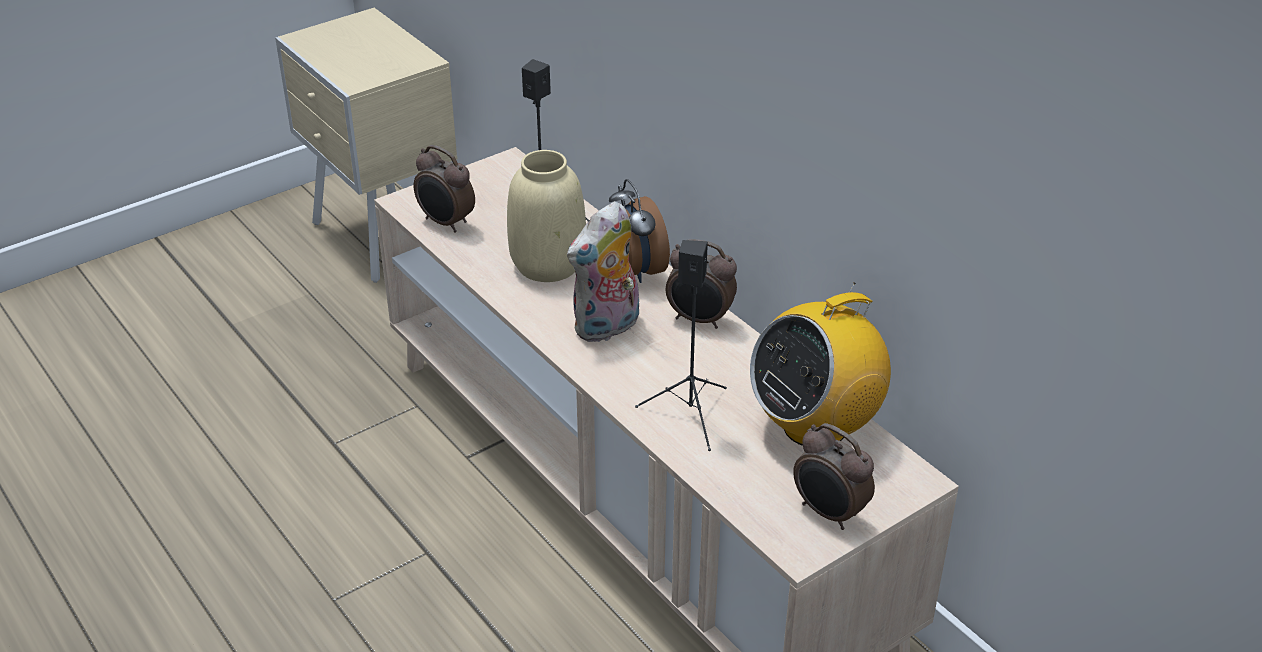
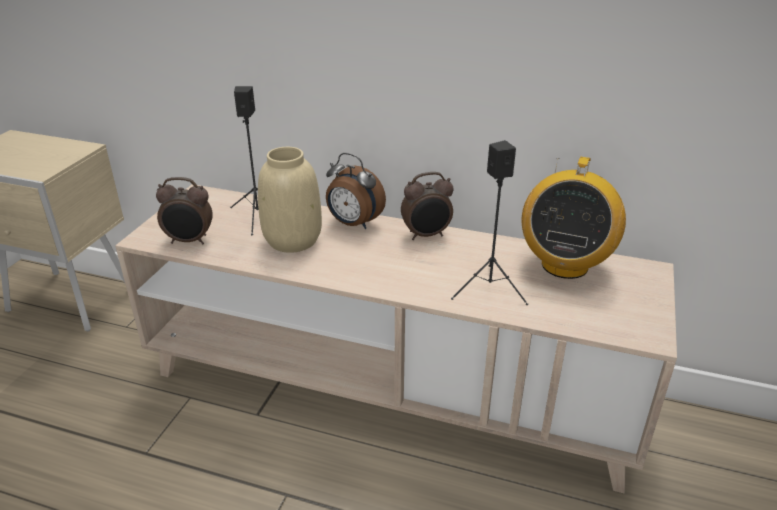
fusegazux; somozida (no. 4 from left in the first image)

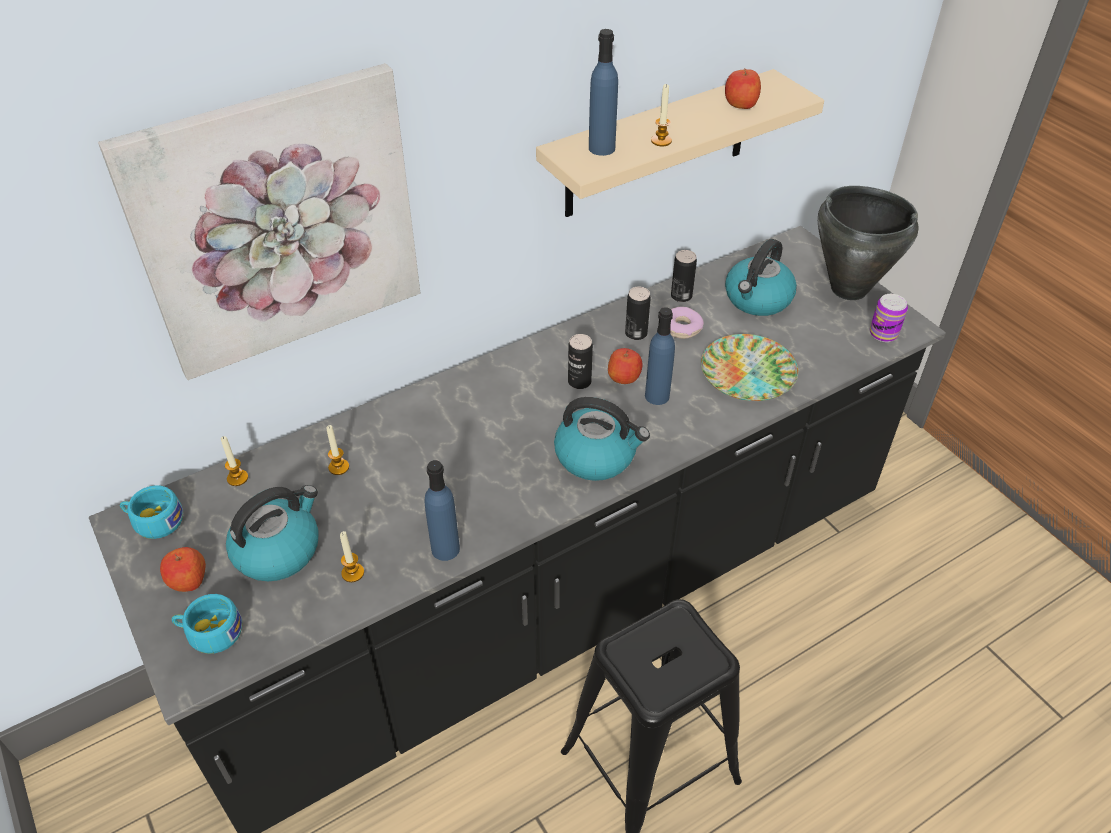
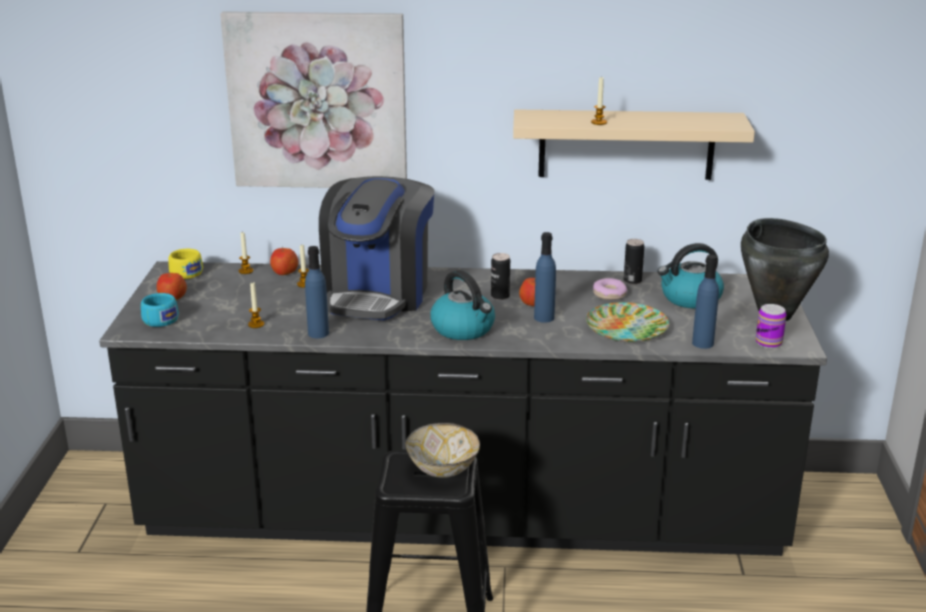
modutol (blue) (no. 3 from left); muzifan (no. 2 from left); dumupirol (no. 2 from left in the first image); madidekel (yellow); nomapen (no. 1 from left in the first image); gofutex; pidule

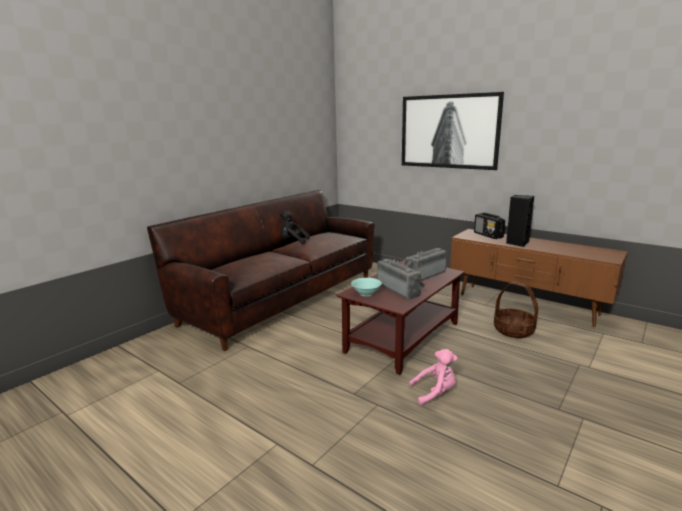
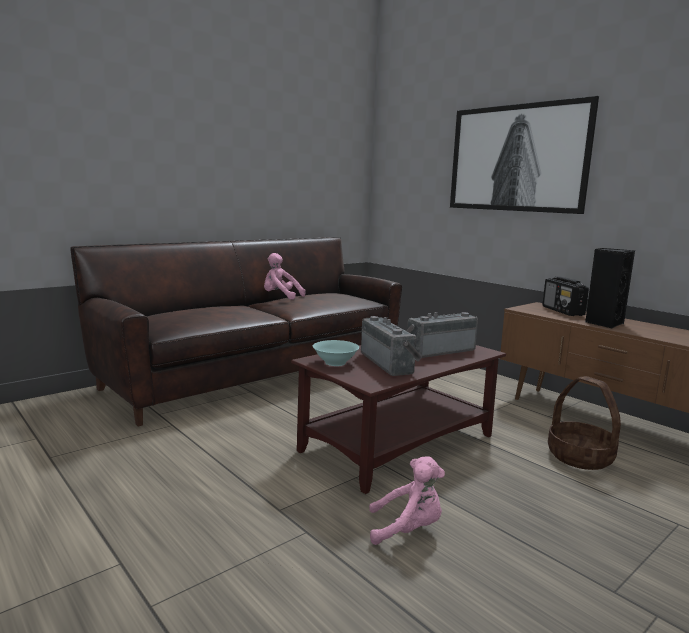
fusegazux (pink) (no. 1 from left)

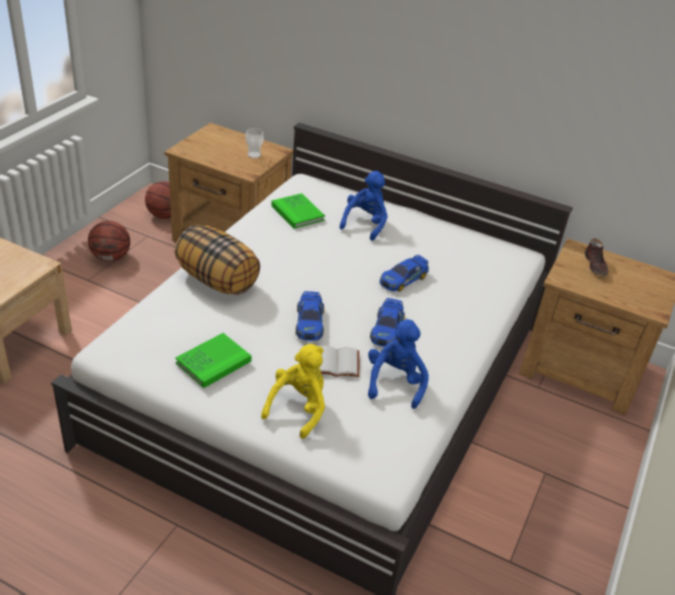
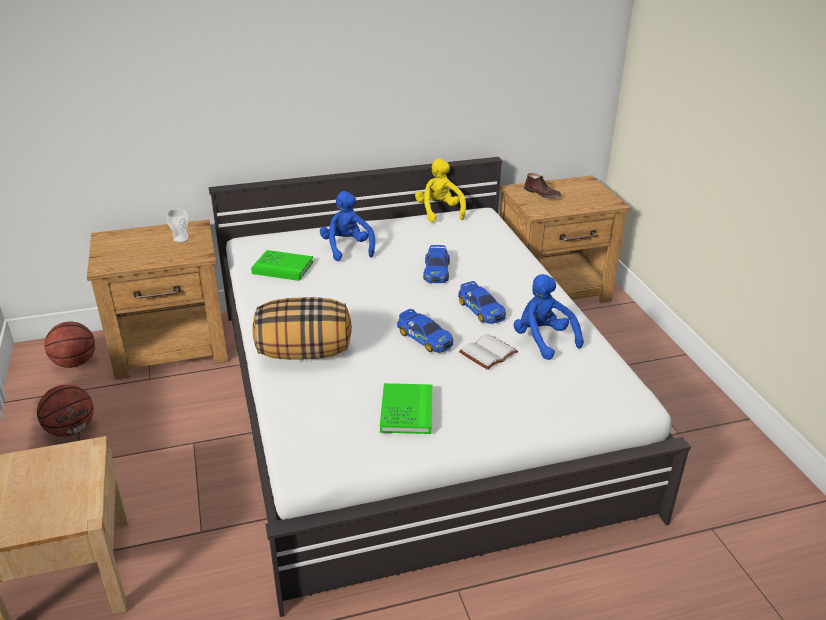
fusegazux (yellow)

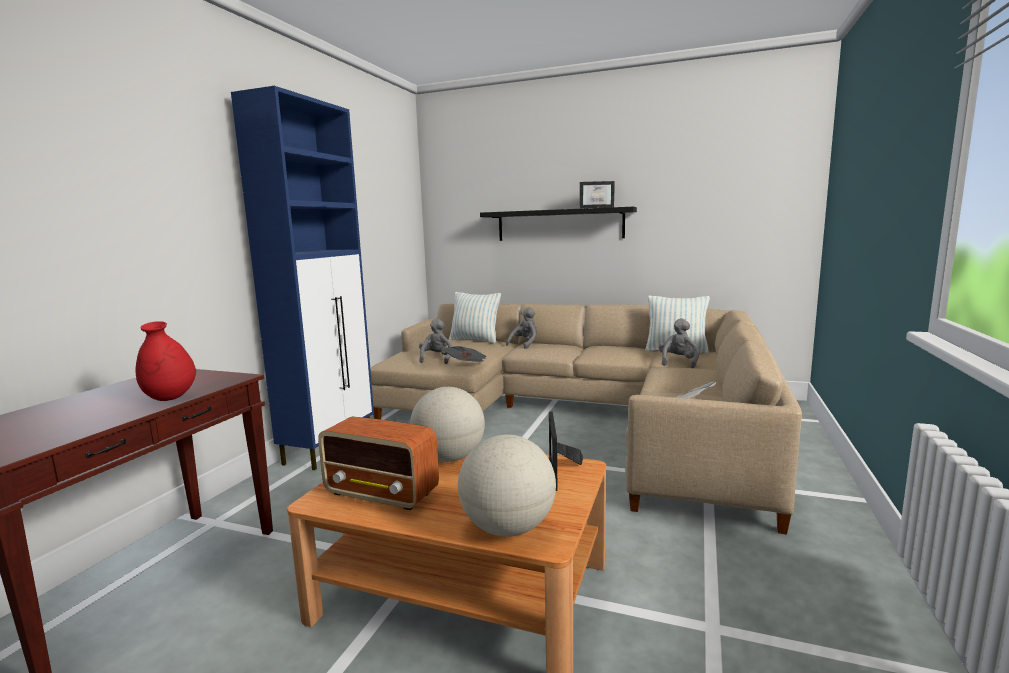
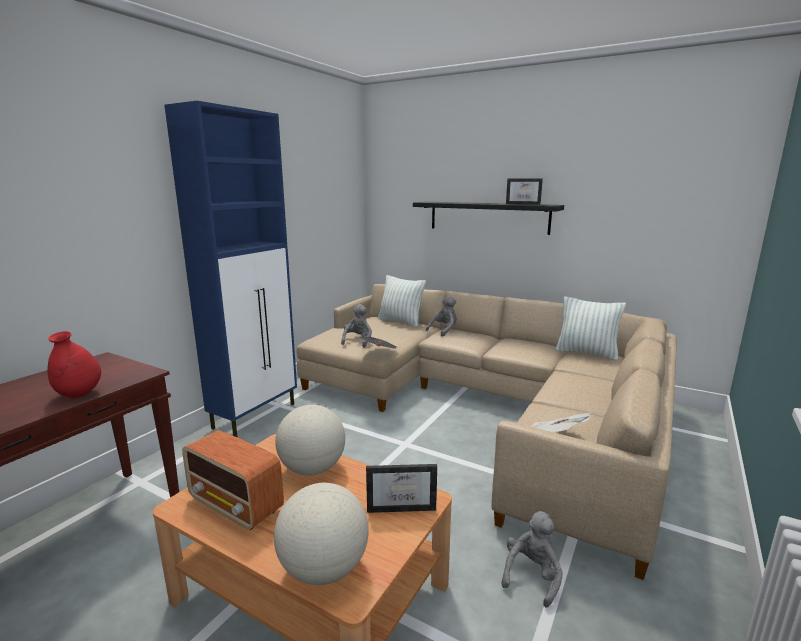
fusegazux (grey) (no. 3 from left); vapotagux (no. 1 from left)

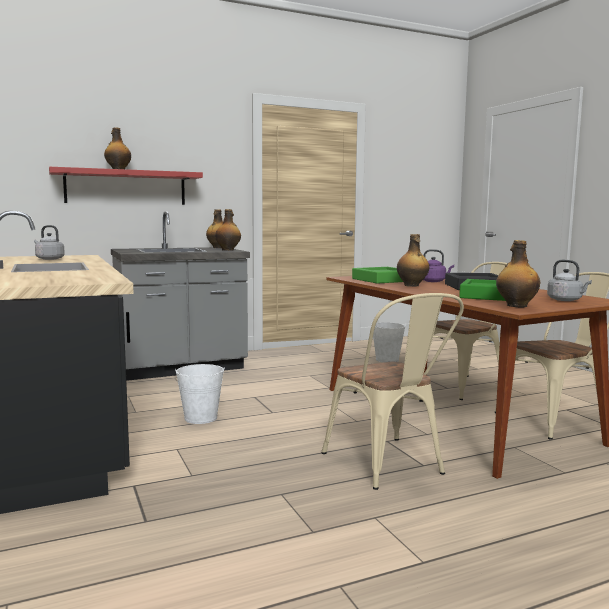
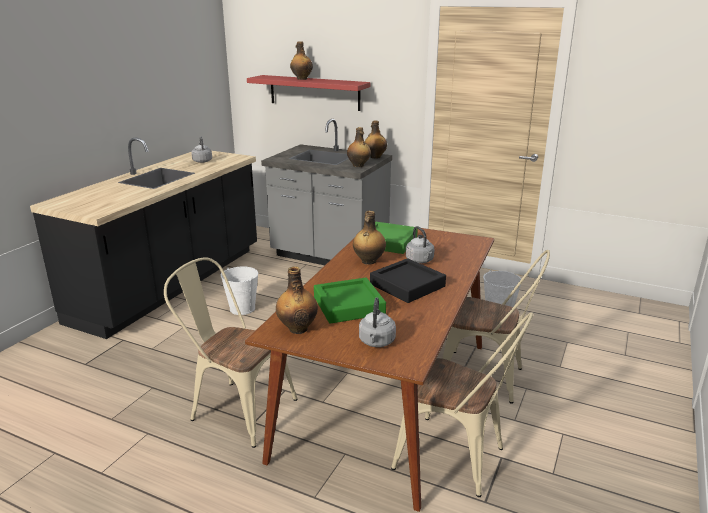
nomapen (grey) (no. 3 from left); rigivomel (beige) (no. 1 from left)

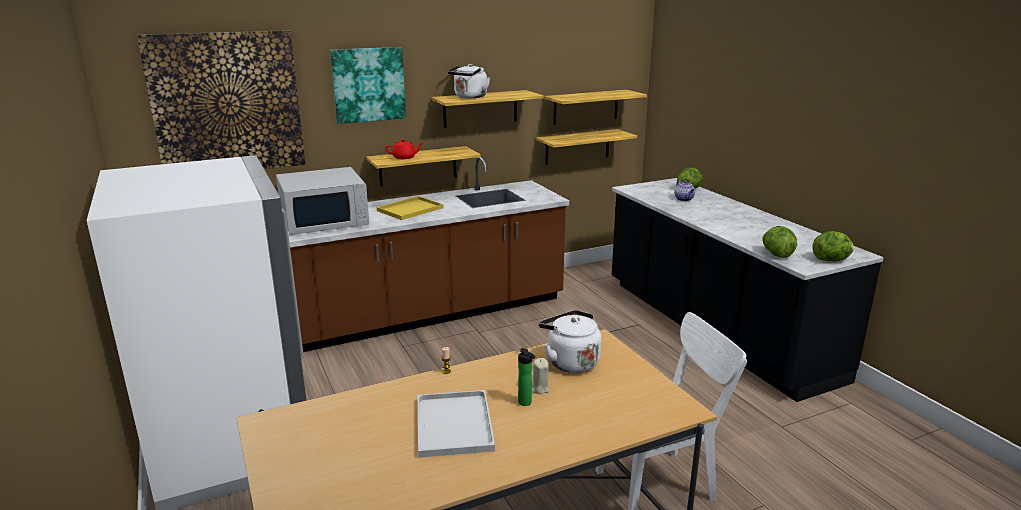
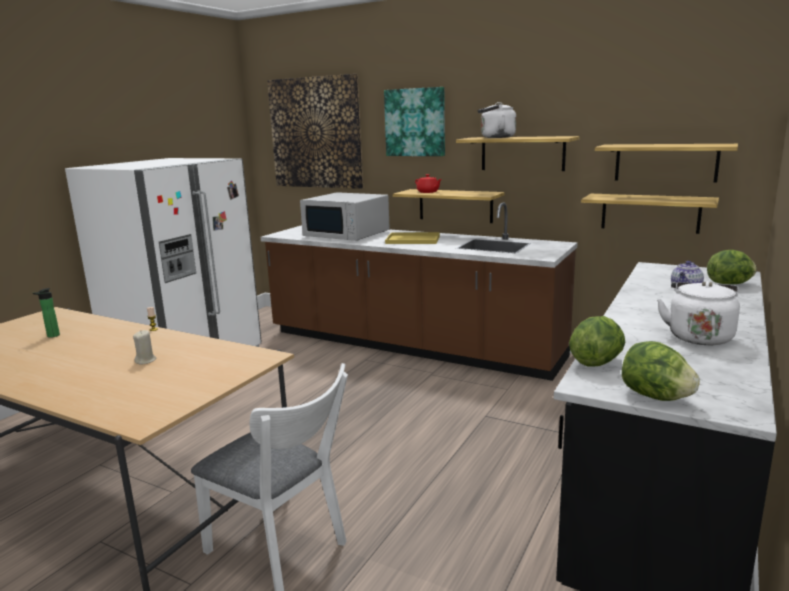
nomapen (white) (no. 2 from left); modutol; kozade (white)

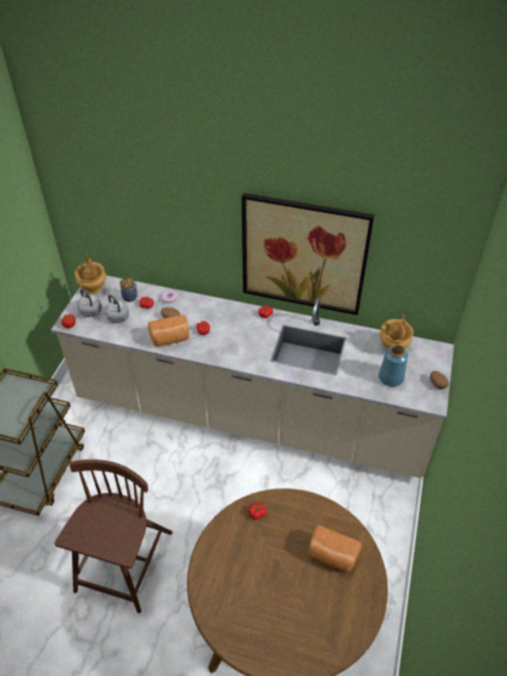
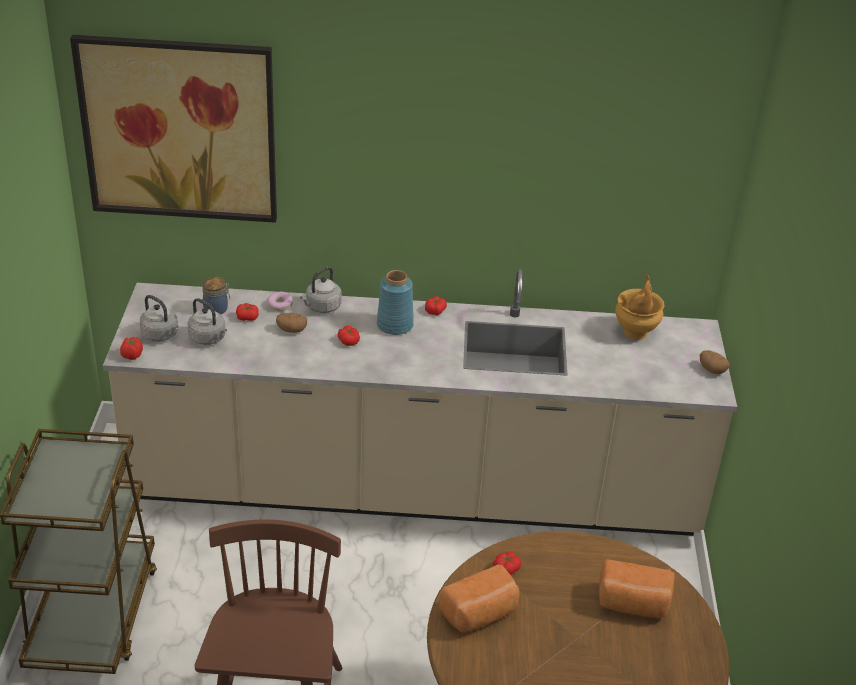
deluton; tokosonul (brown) (no. 1 from left in the first image); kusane (no. 1 from left); tokosonul (blue); nomapen (grey) (no. 3 from left)

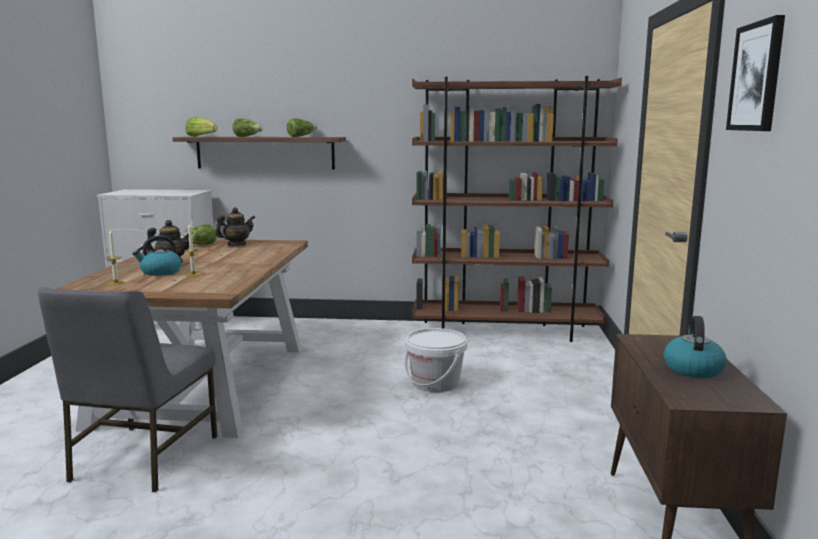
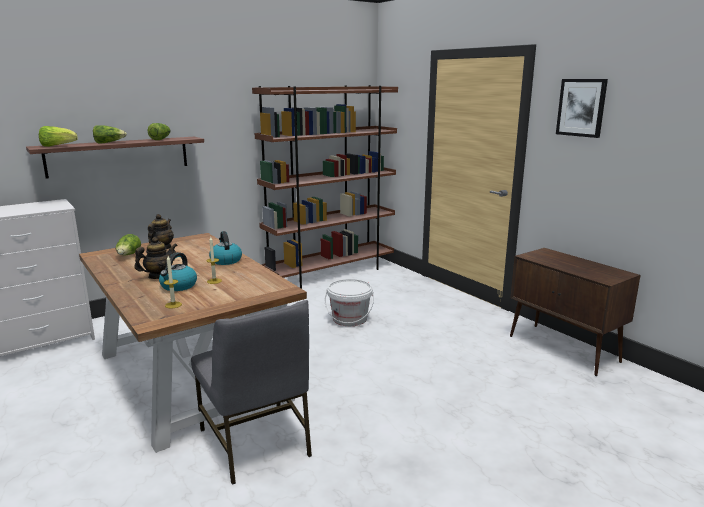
nomapen (no. 2 from left)

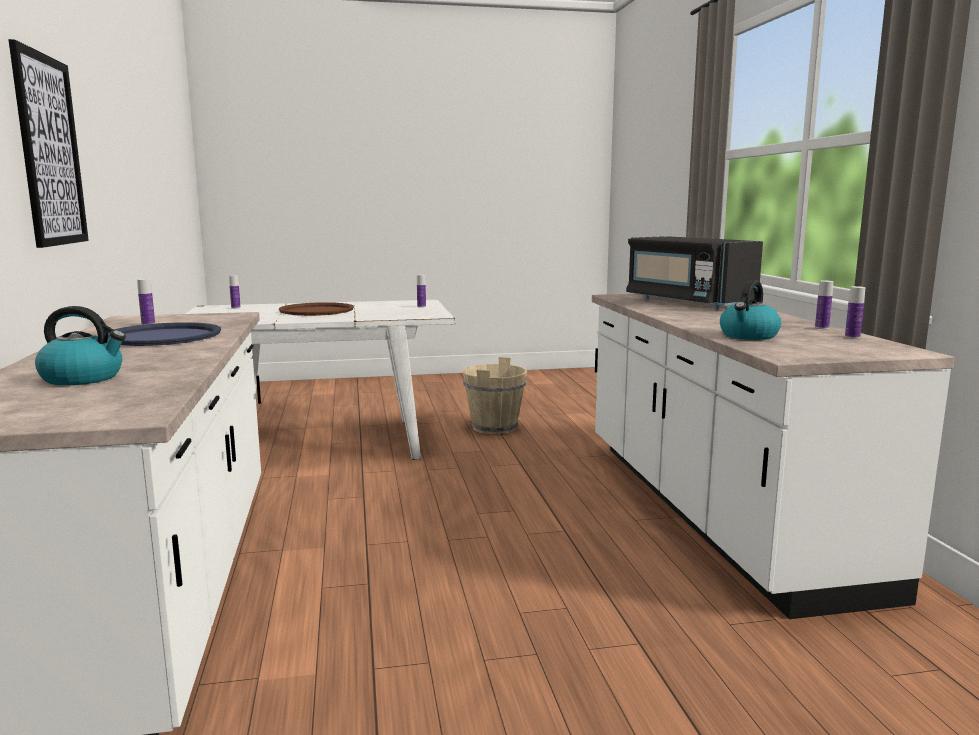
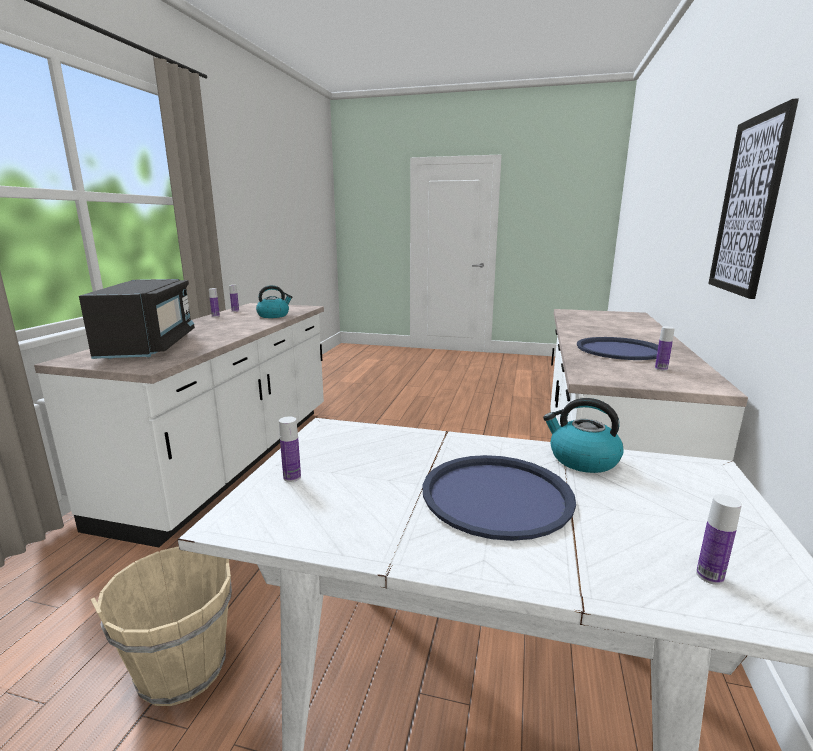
kozade (blue) (no. 1 from left); nomapen (no. 2 from left)

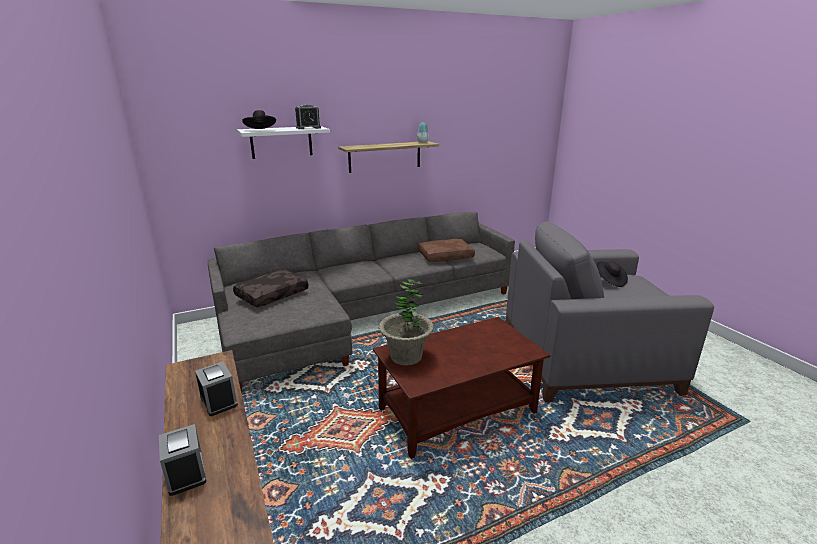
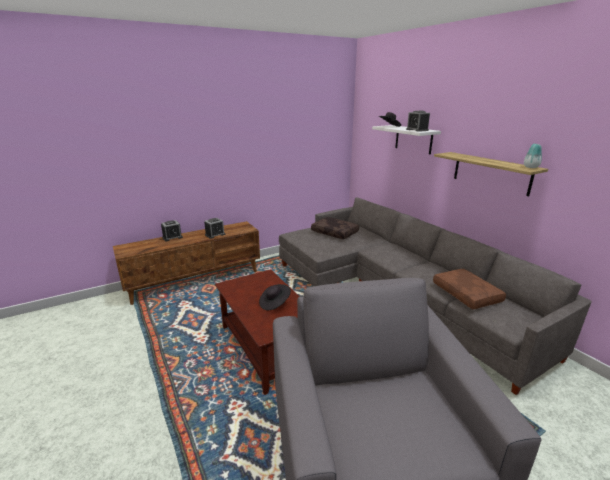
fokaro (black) (no. 1 from left); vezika

